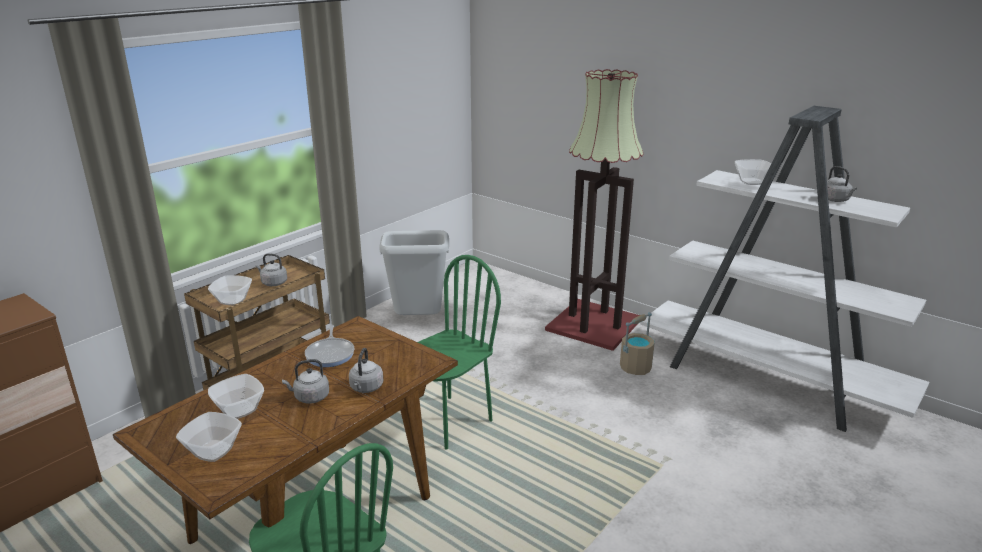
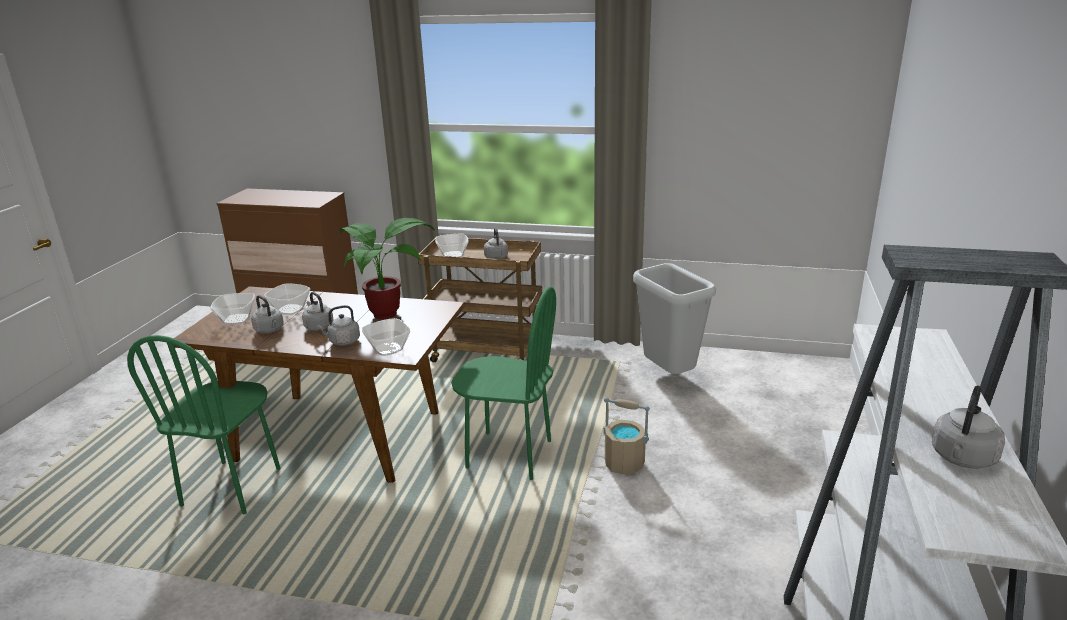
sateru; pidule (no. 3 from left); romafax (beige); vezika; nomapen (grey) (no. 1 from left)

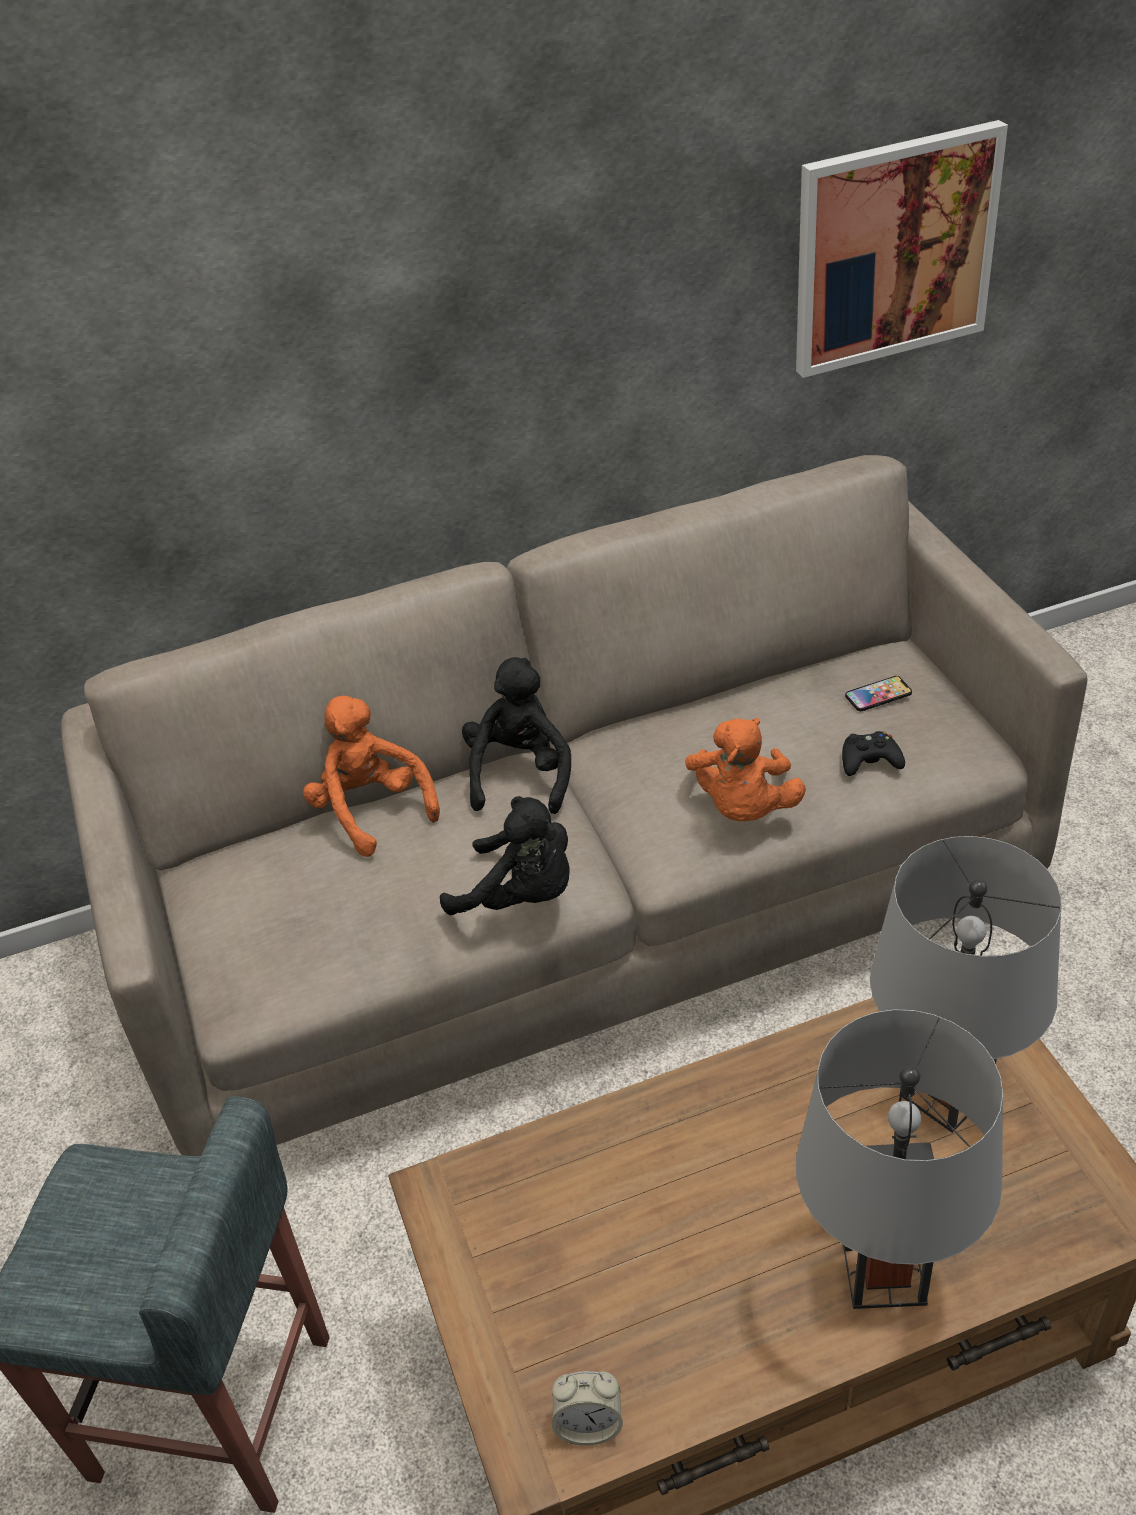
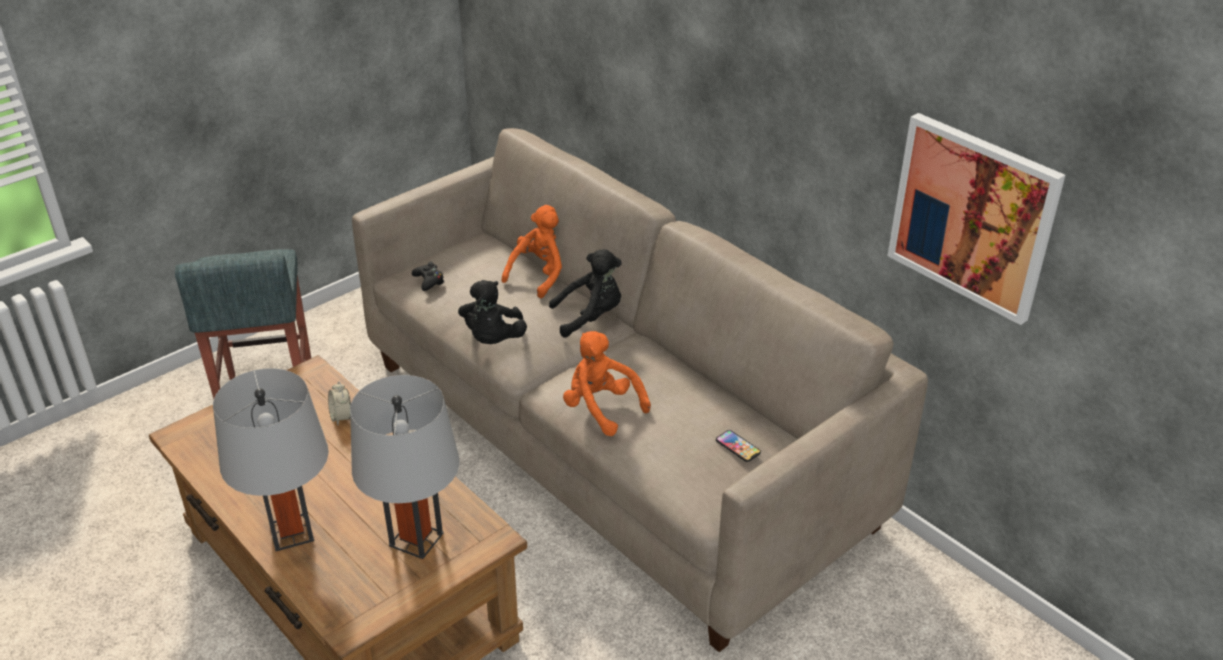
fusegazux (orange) (no. 2 from left); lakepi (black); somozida

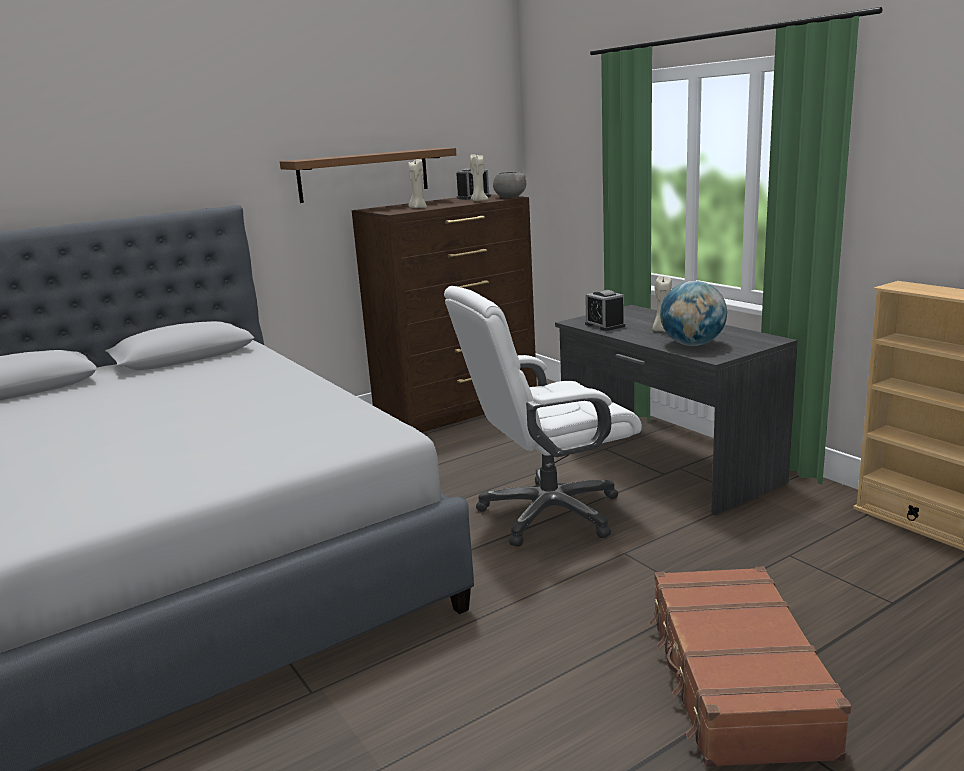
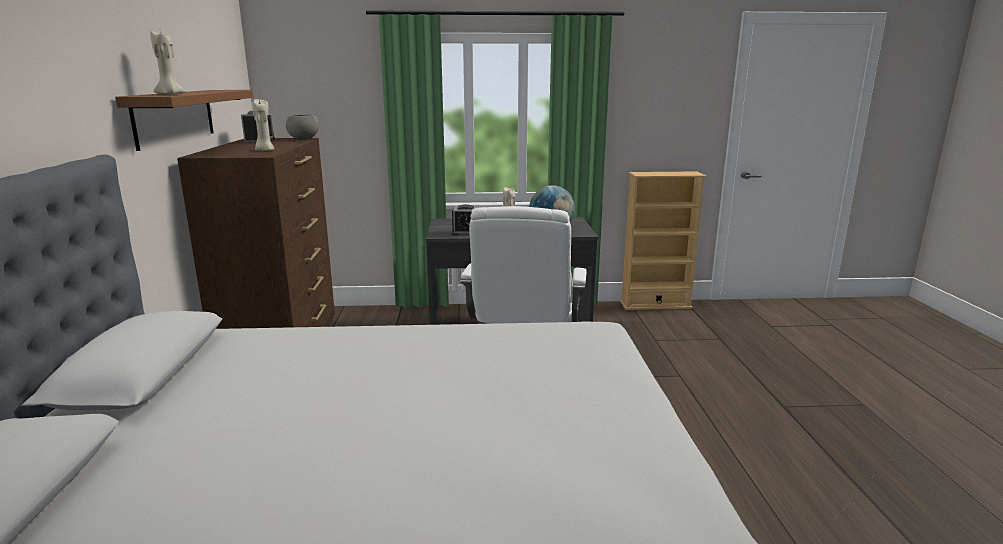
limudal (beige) (no. 1 from left); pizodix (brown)

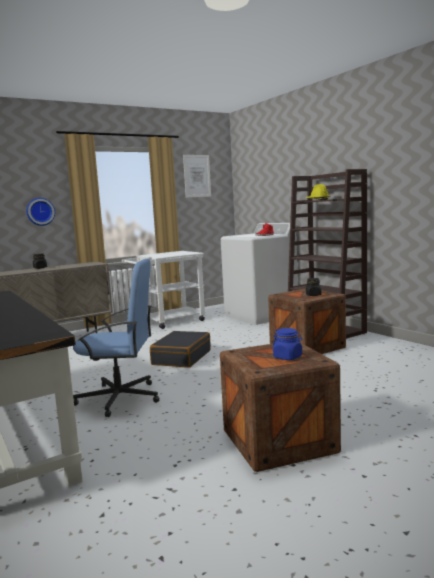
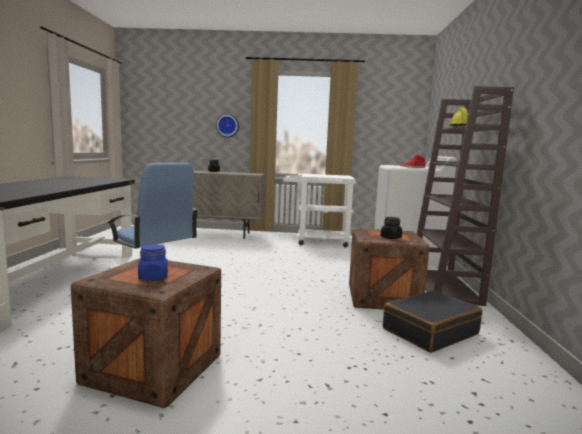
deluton; pizodix (black)

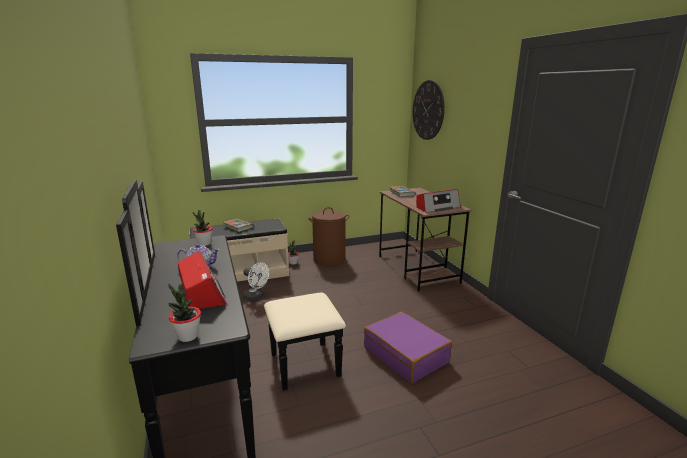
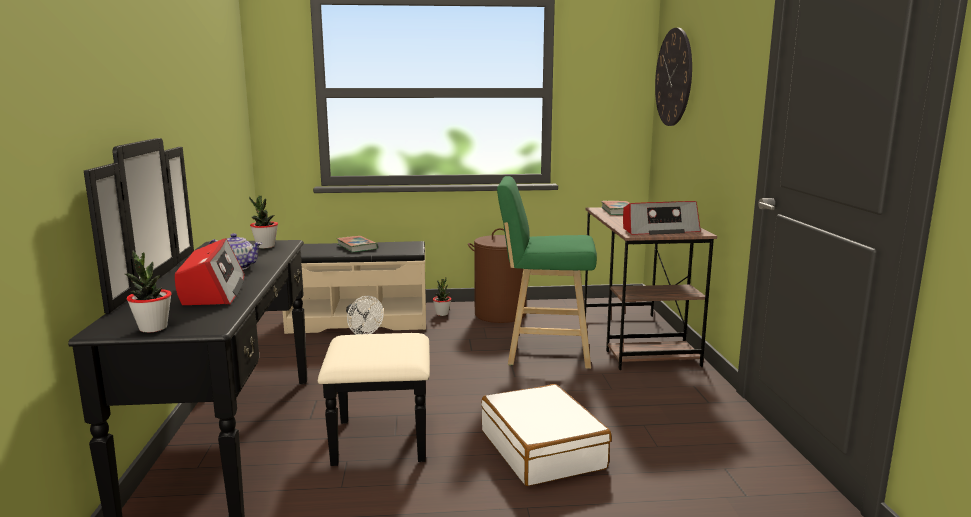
pizodix (white); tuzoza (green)

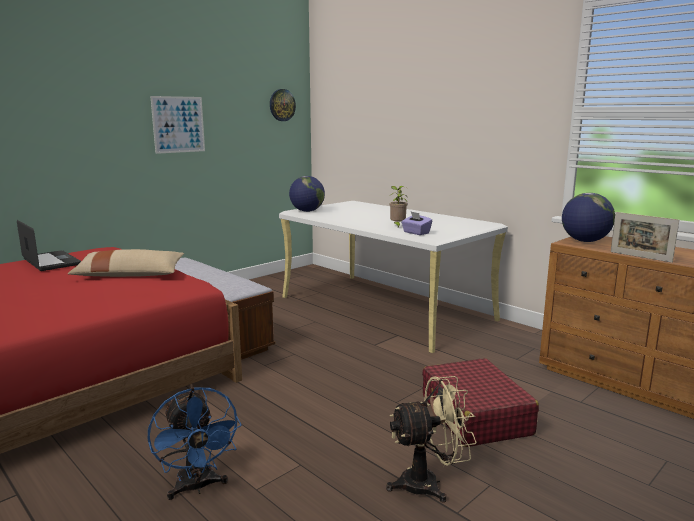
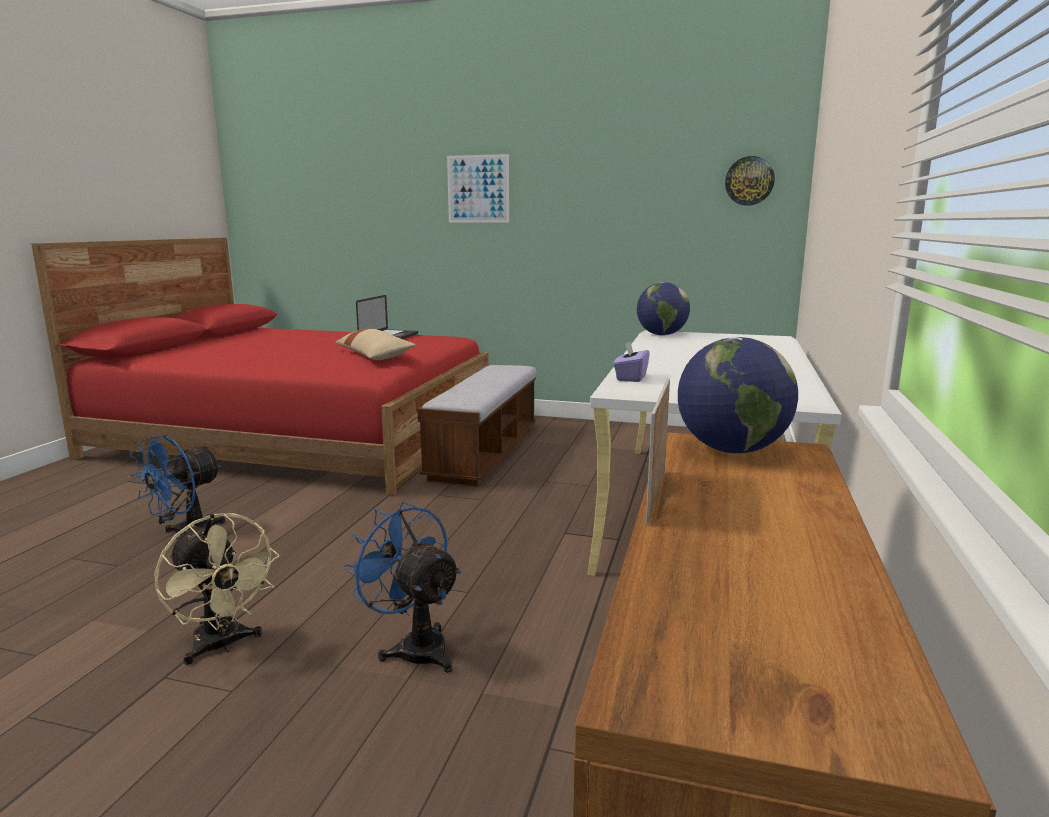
deluton; vezika; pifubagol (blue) (no. 2 from left)

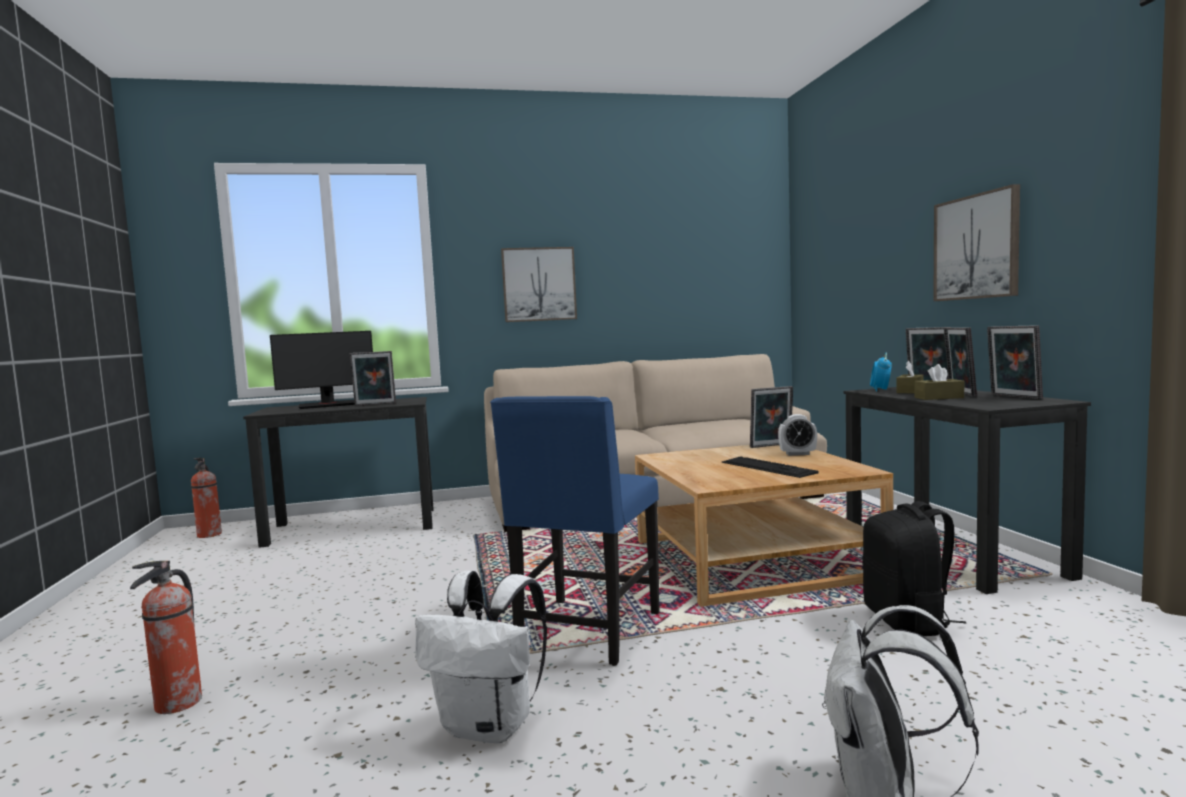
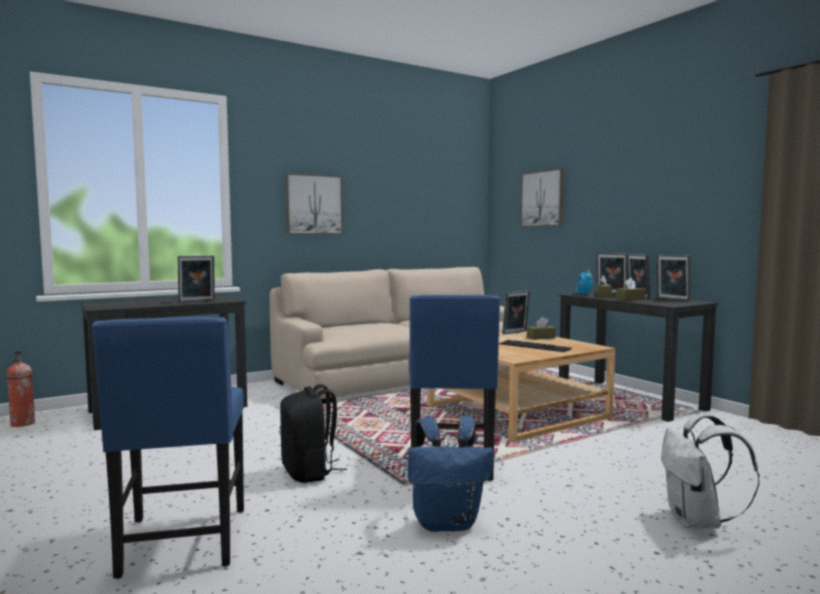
deluton (no. 2 from left); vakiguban; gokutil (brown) (no. 1 from left); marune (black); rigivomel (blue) (no. 1 from left); marune (blue)

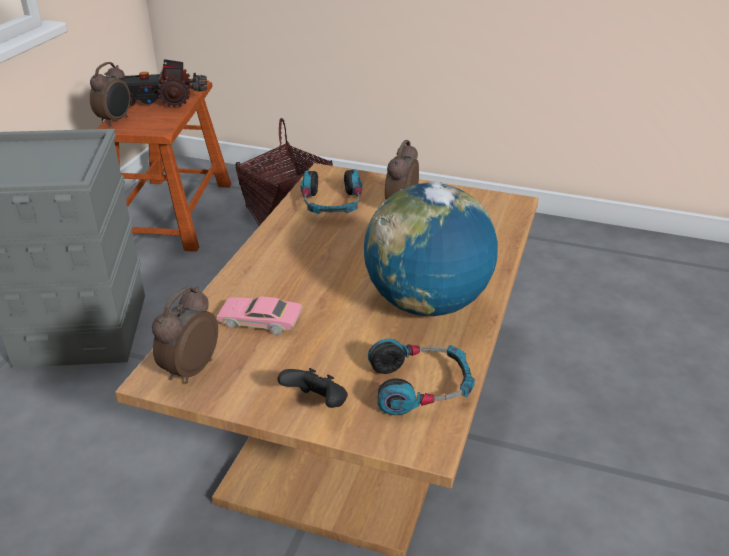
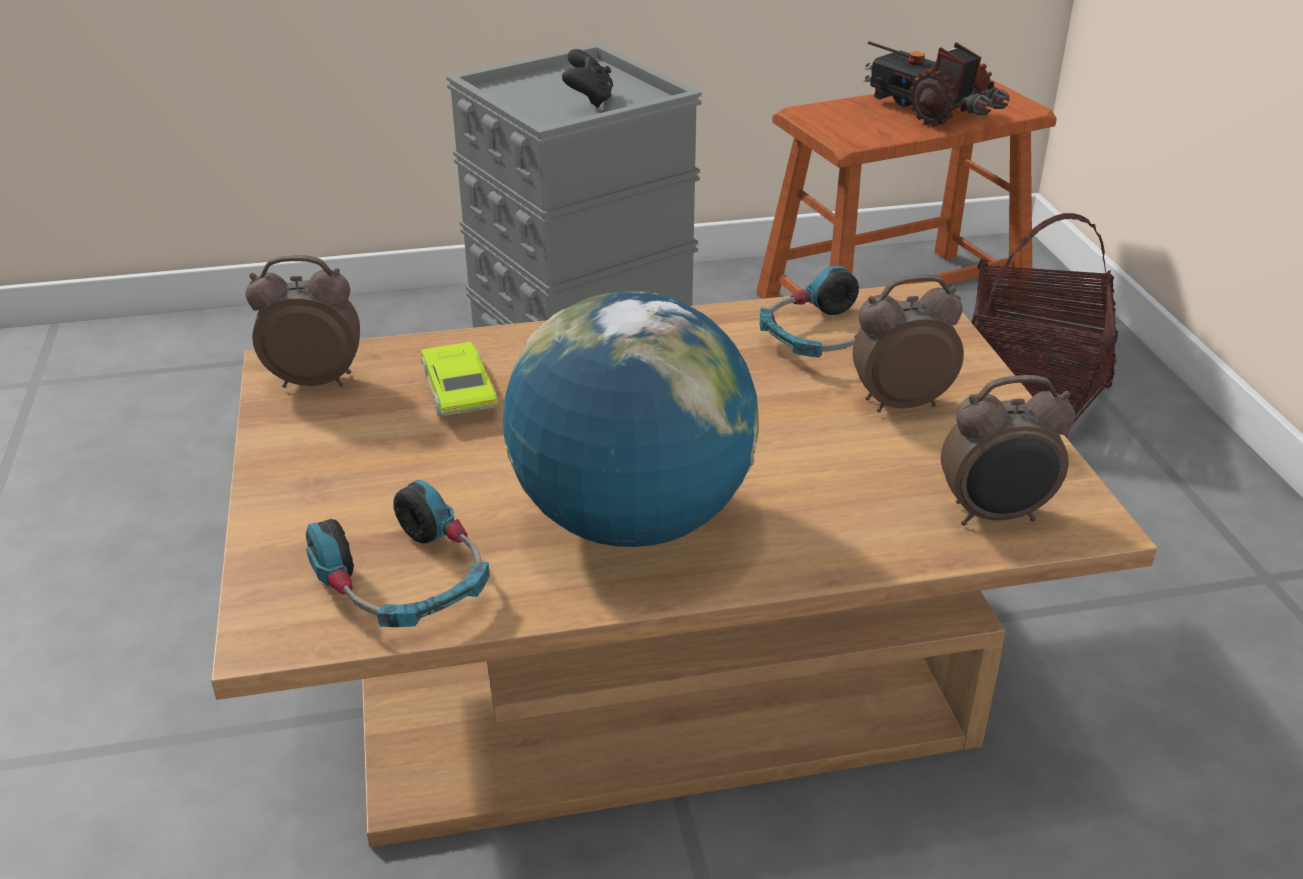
somozida (no. 3 from left); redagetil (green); lakepi (black)

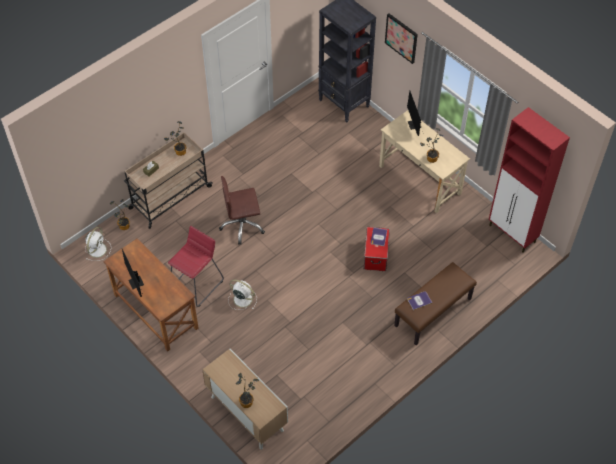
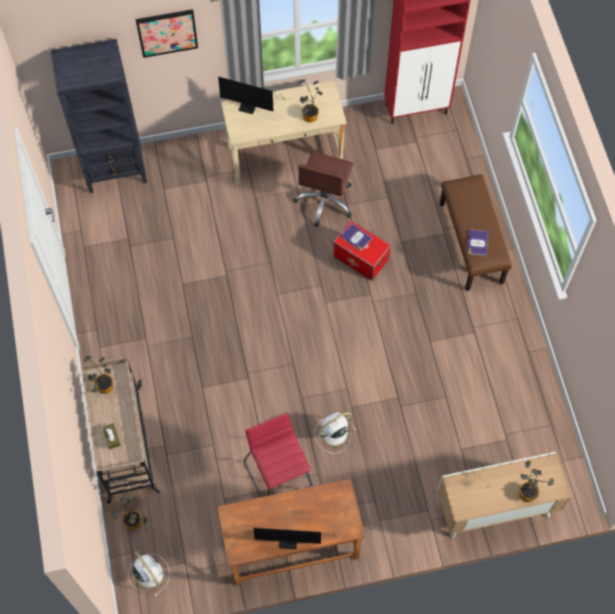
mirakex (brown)

